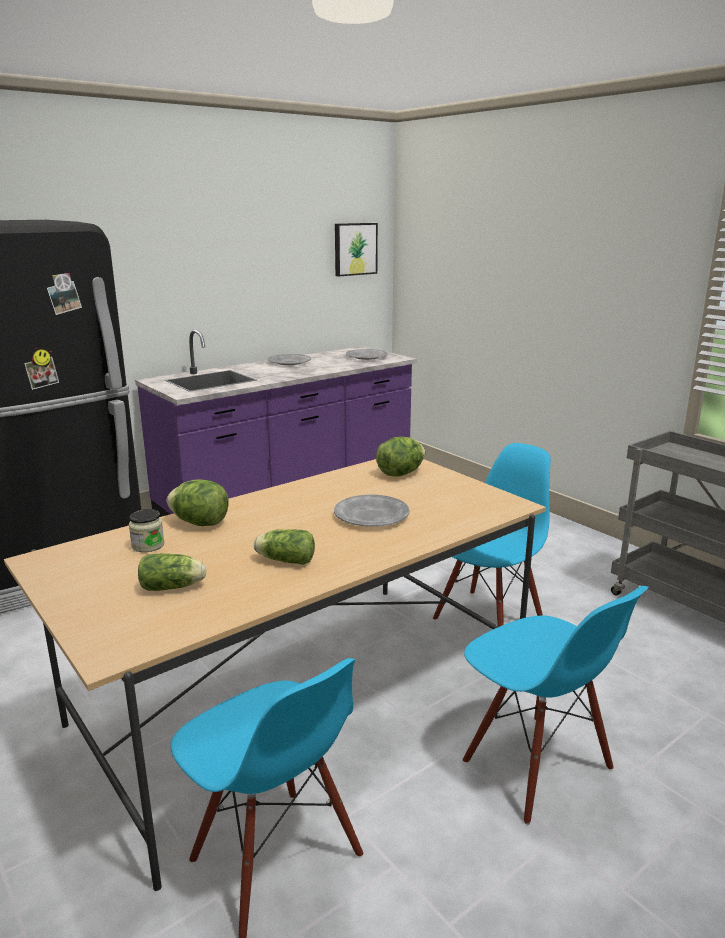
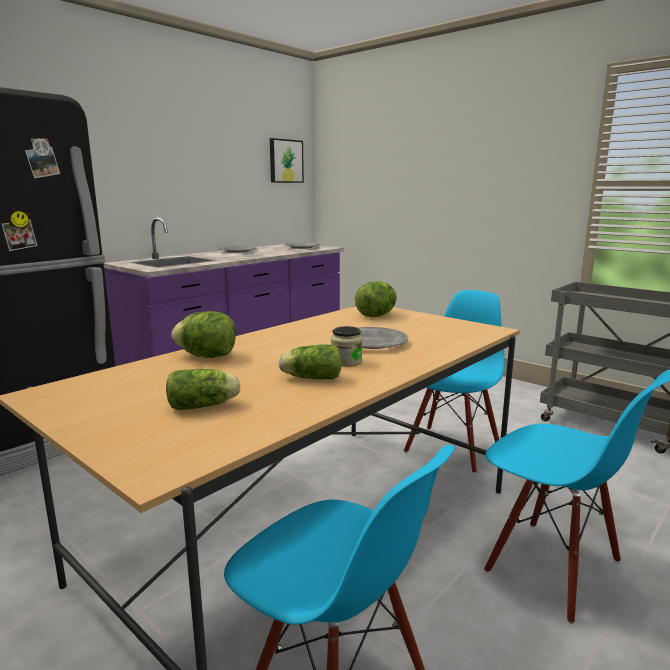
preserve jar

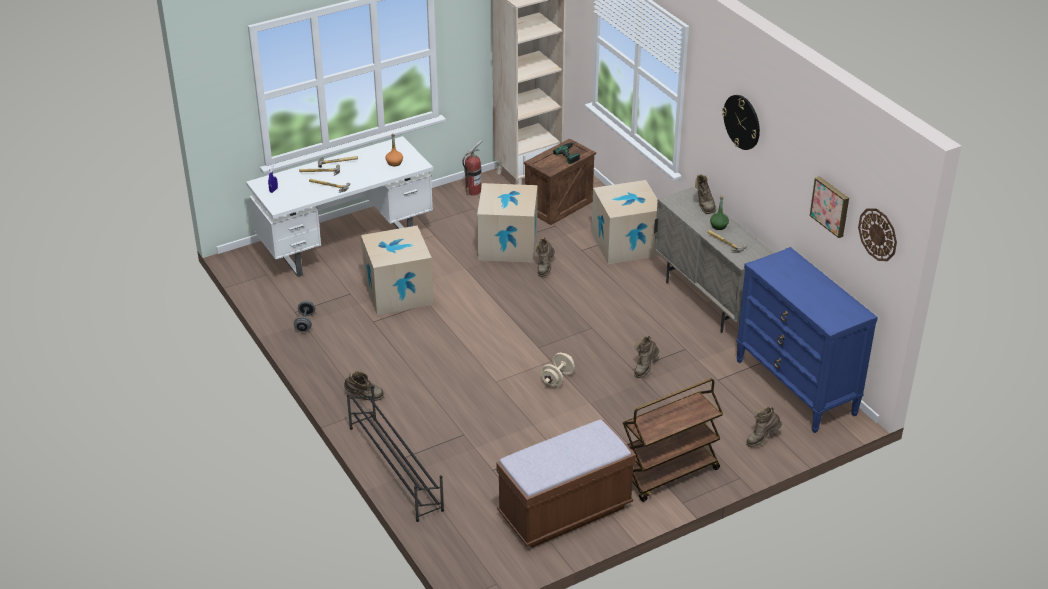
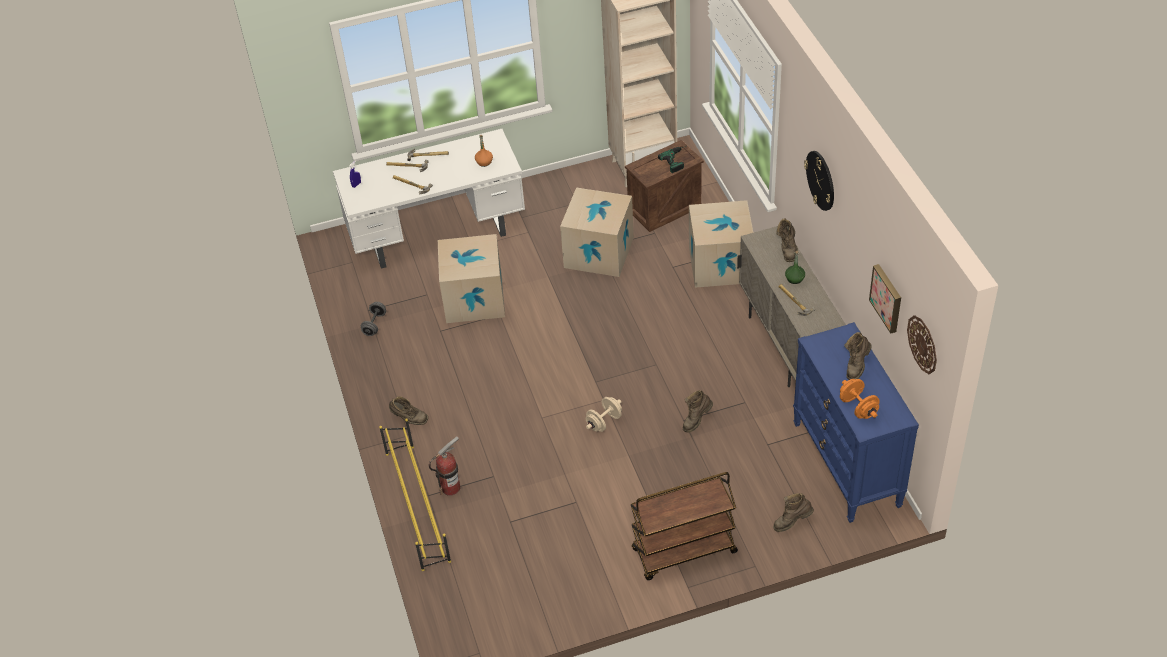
yellow-coloured shoe stand; fire-fighting cylinder; orange-coloured free weight; brown-coloured boot (no. 5 from left); brown-coloured long seat

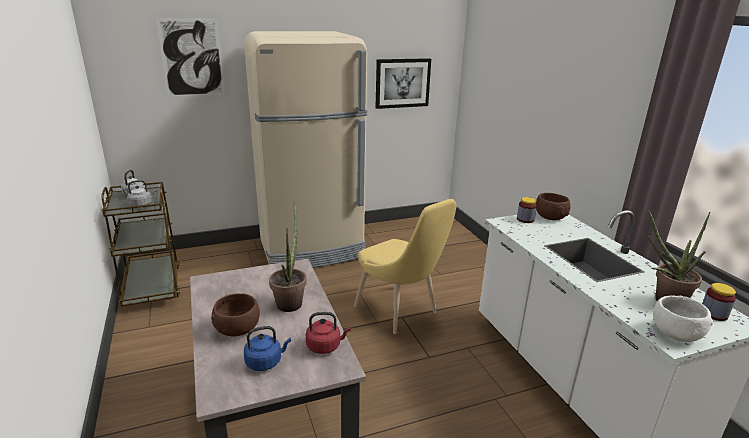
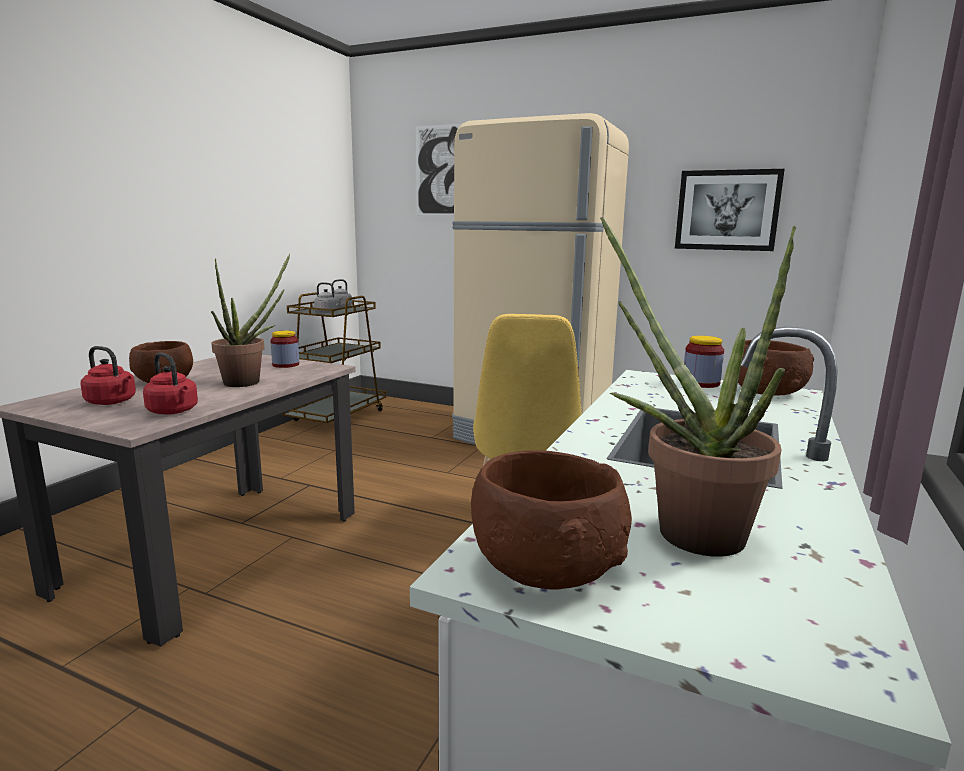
red-coloured tea kettle (no. 1 from left); preserve jar (no. 1 from left); brown-coloured bowl (no. 2 from left)

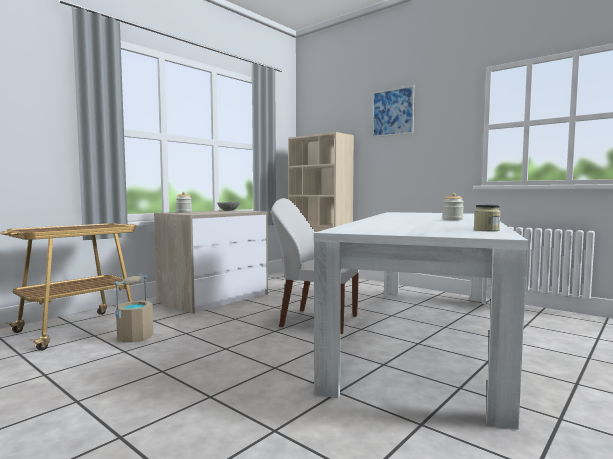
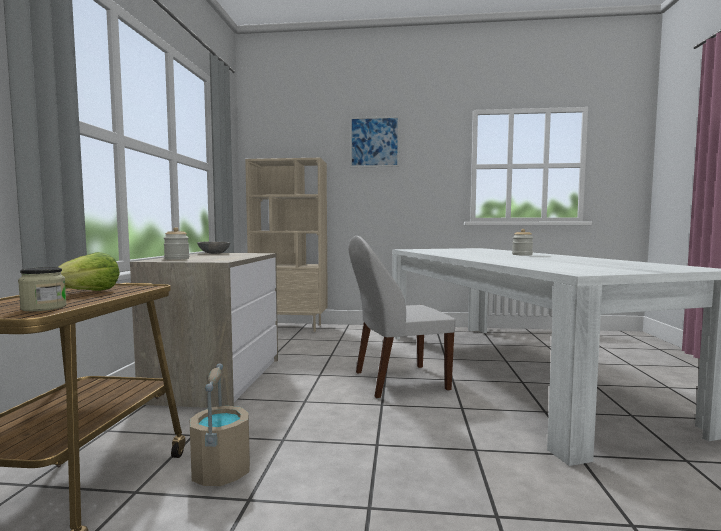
preserve jar (no. 1 from left); lettuce head

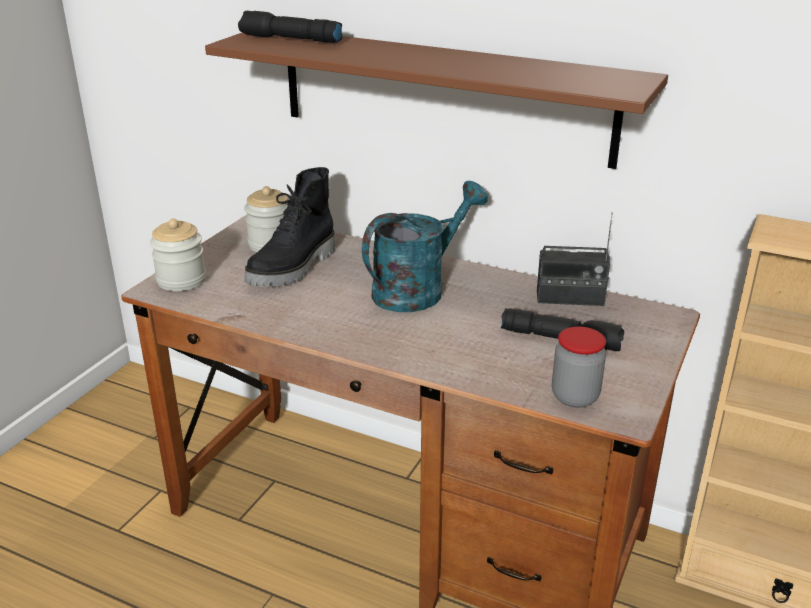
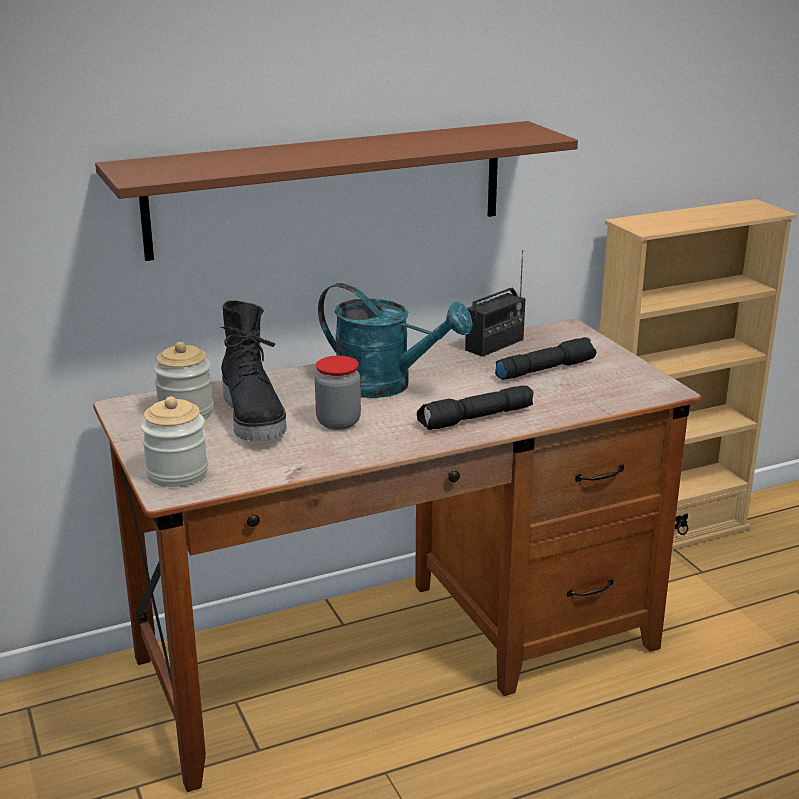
preserve jar (no. 3 from left); turquoise watering can; black hand torch (no. 1 from left)

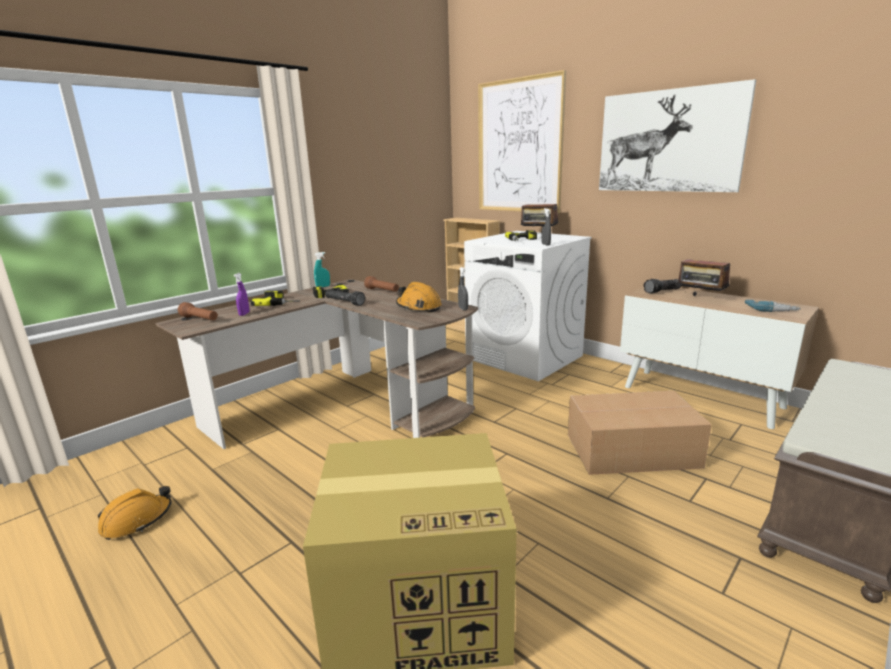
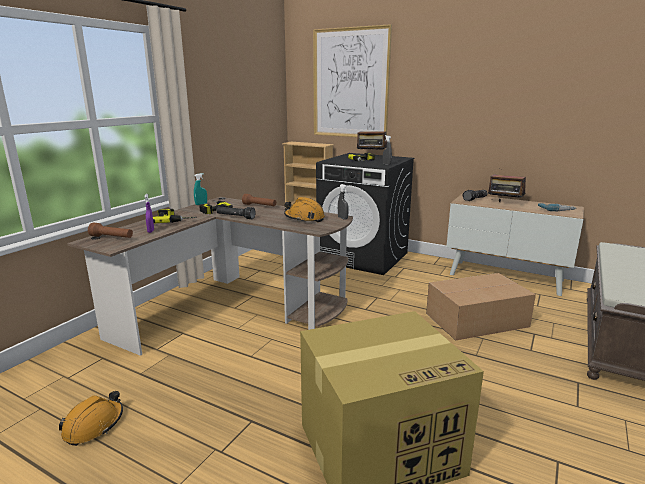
black laundry appliance; picture (no. 2 from left in the first image)

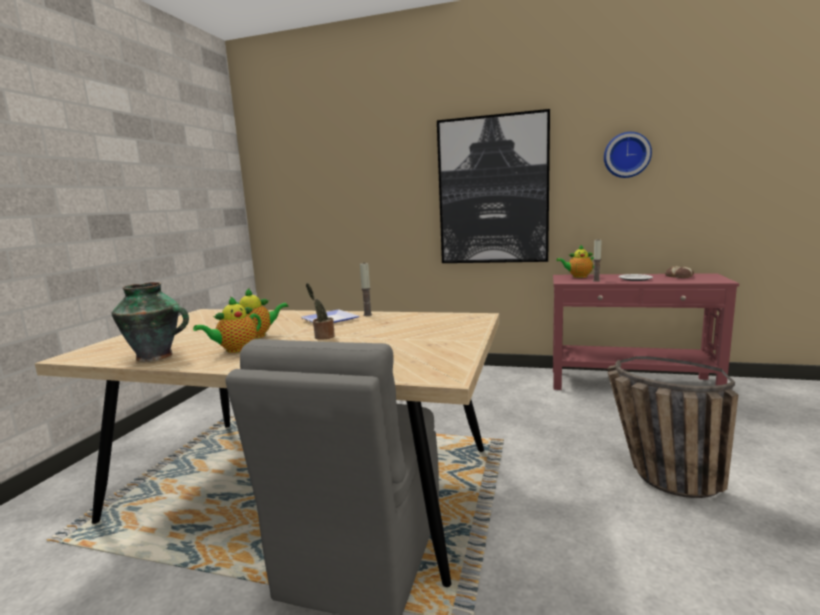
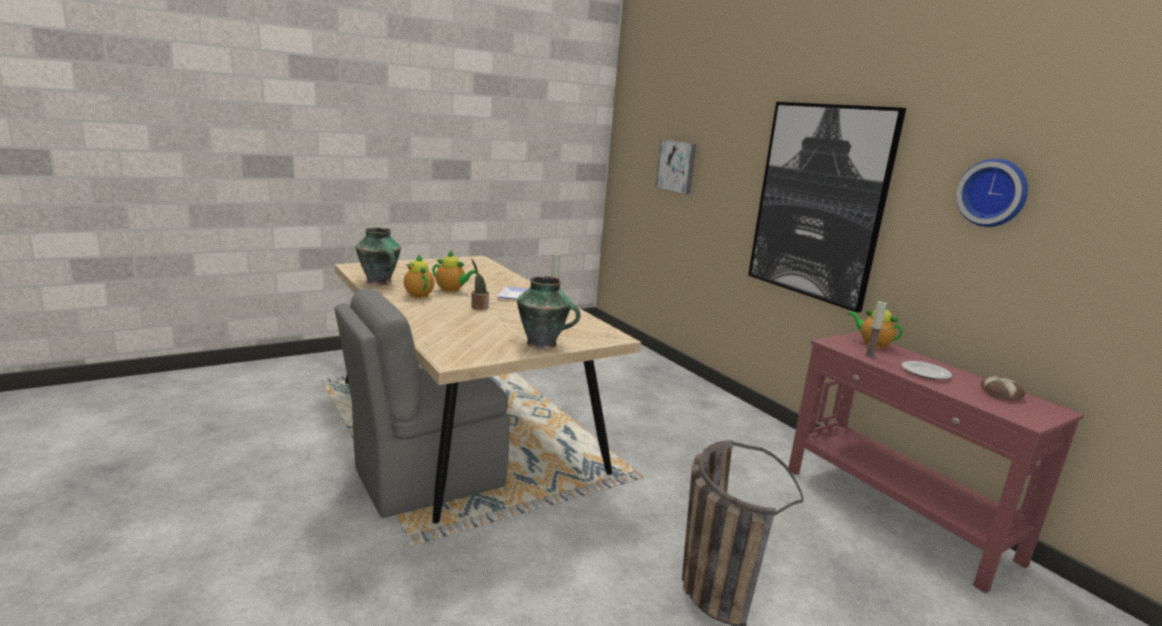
tea pot (no. 1 from left); flower vase (no. 2 from left); picture (no. 1 from left)

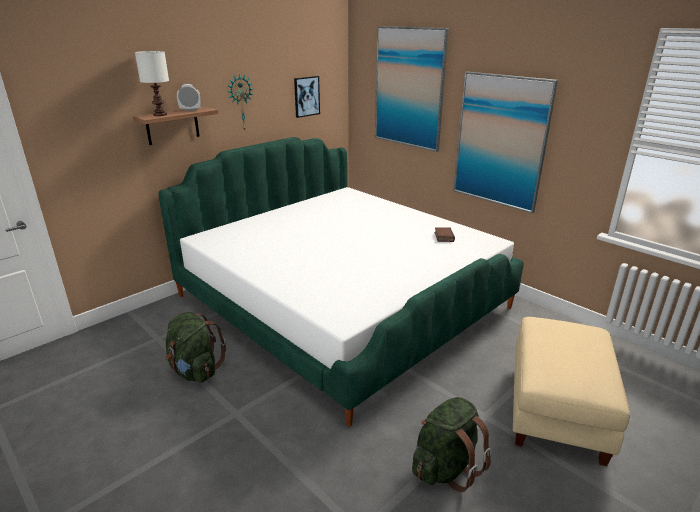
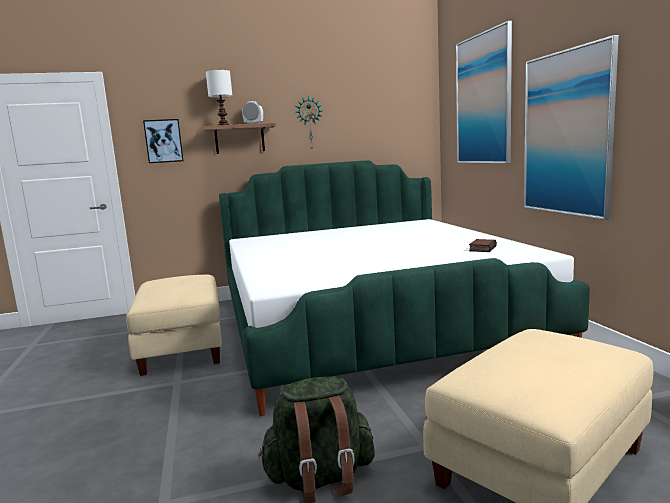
beige ottoman (no. 1 from left); picture (no. 1 from left)

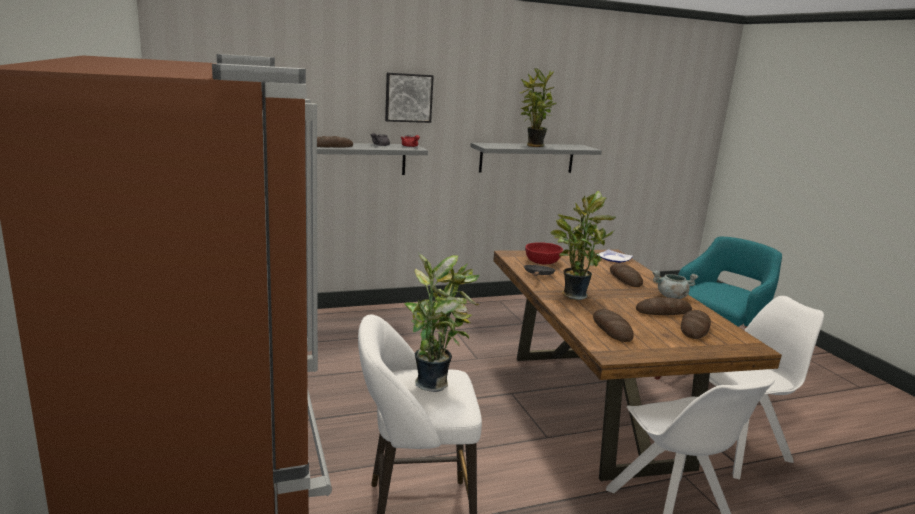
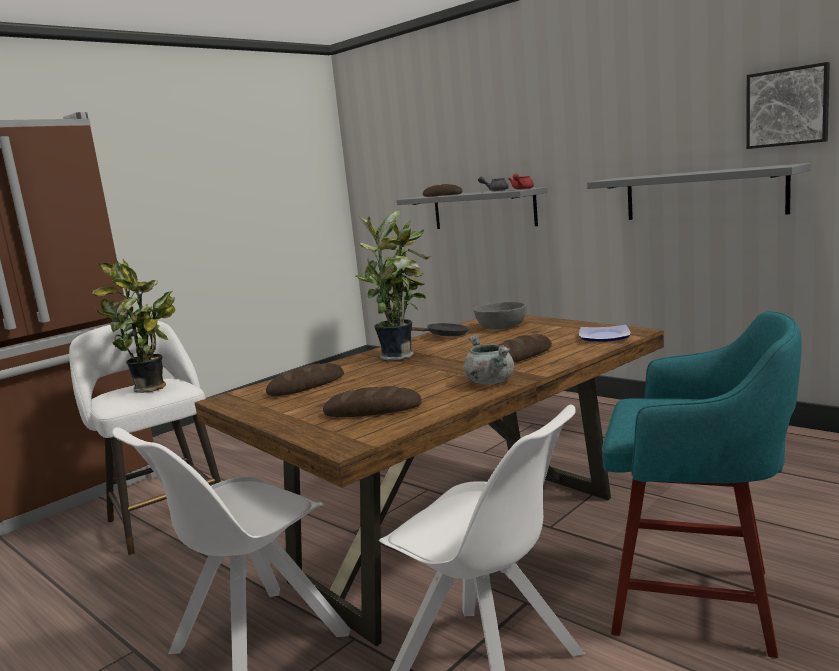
grey bowl; picture; potted plant (no. 2 from left in the first image); bread (no. 4 from left in the first image)

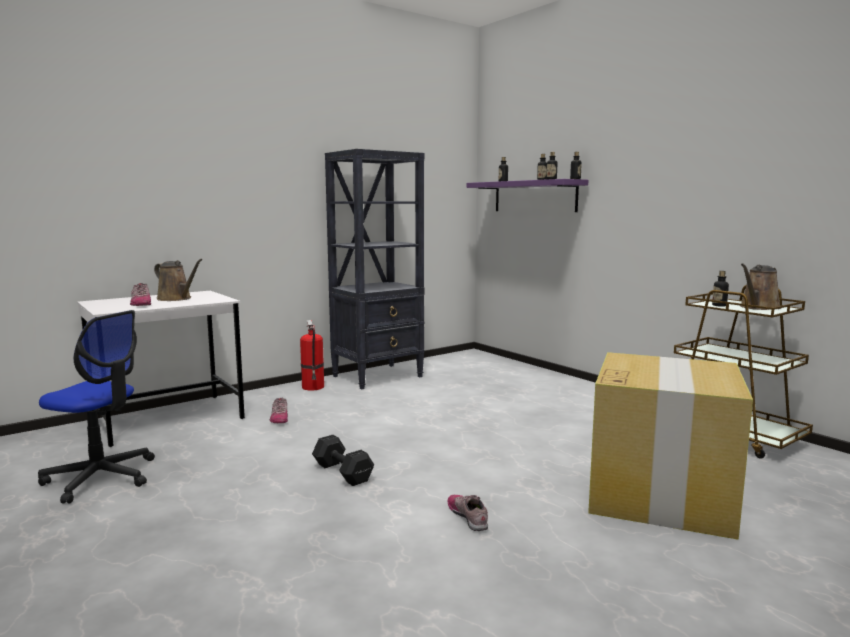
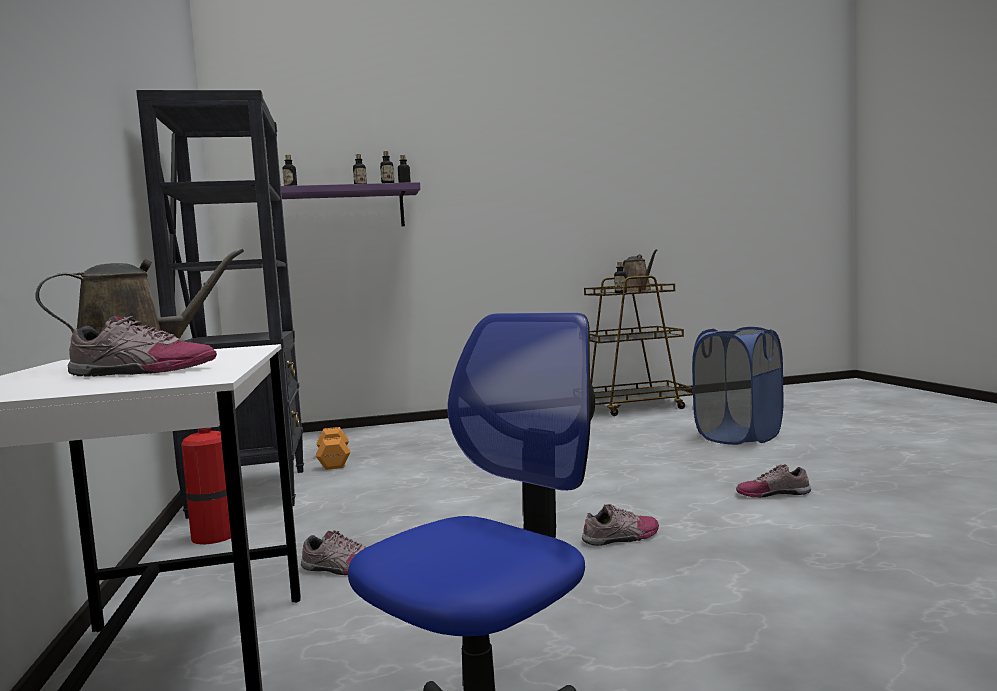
orange-coloured free weight; item of footwear (no. 3 from left); blue-coloured laundry basket

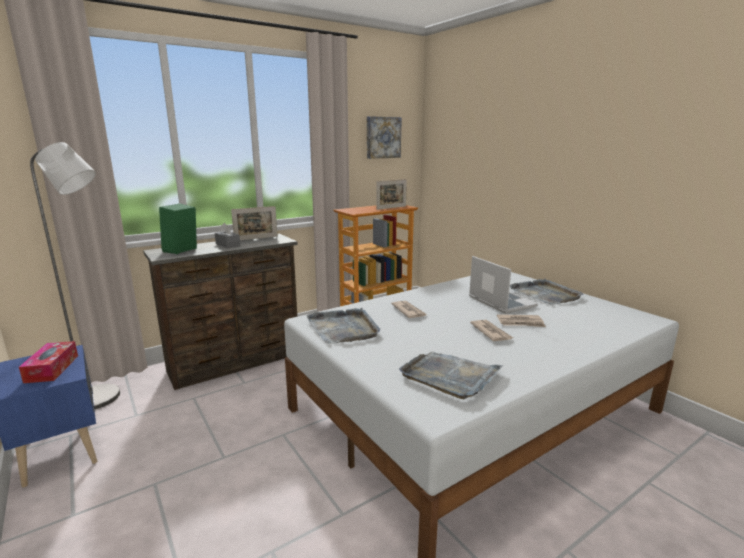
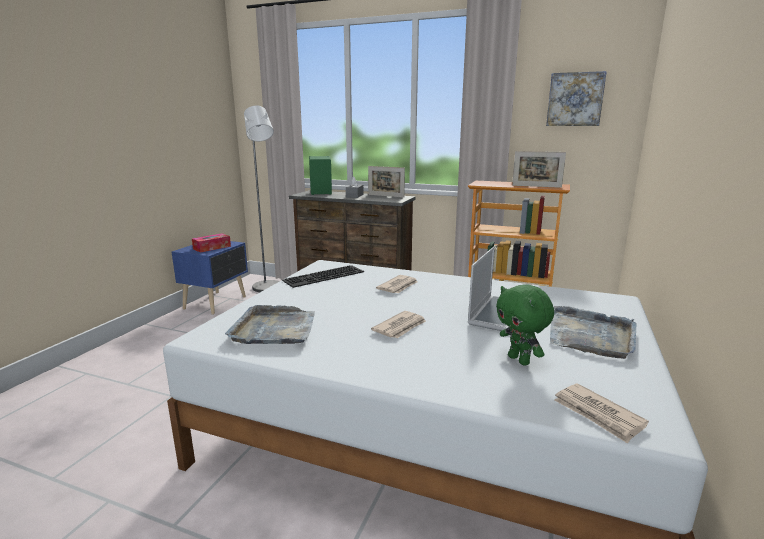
PC keyboard; greenish soft toy; printed paper (no. 3 from left)

